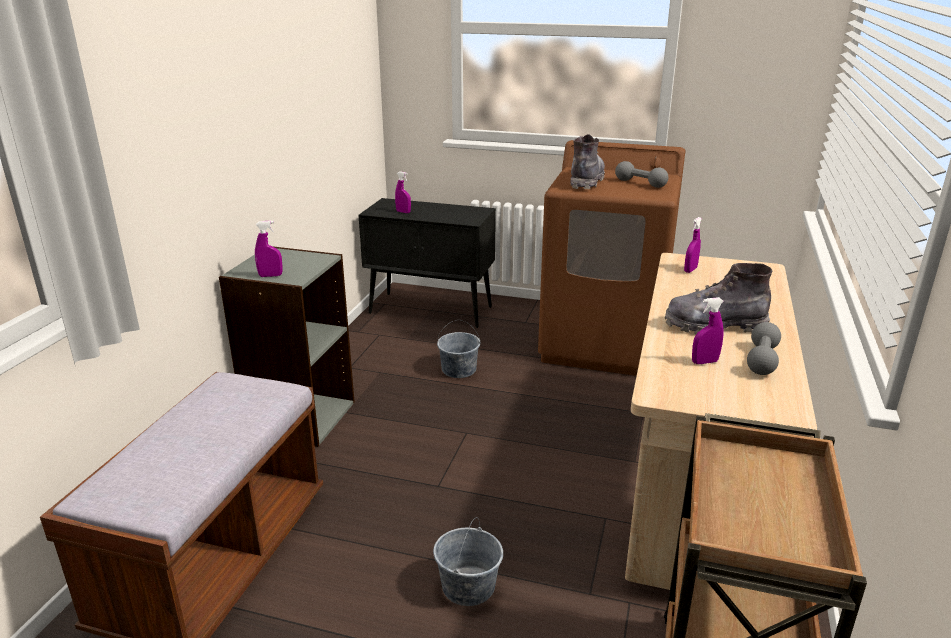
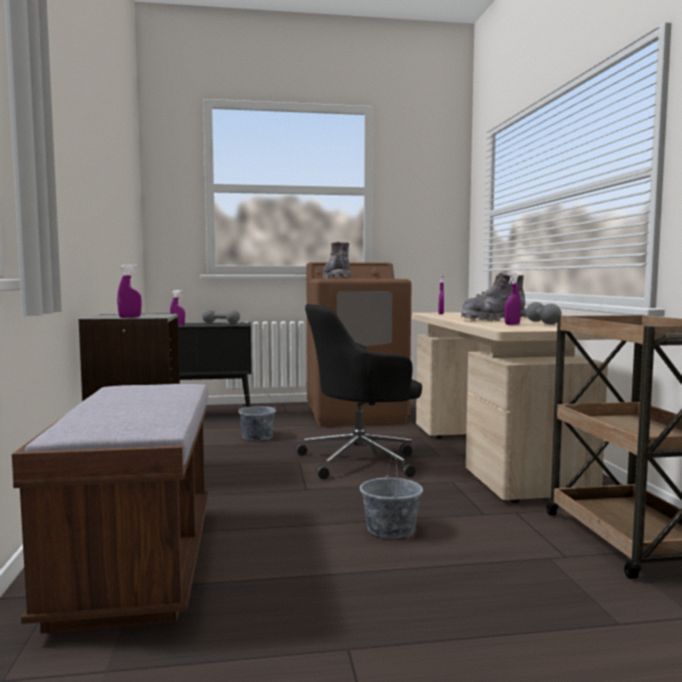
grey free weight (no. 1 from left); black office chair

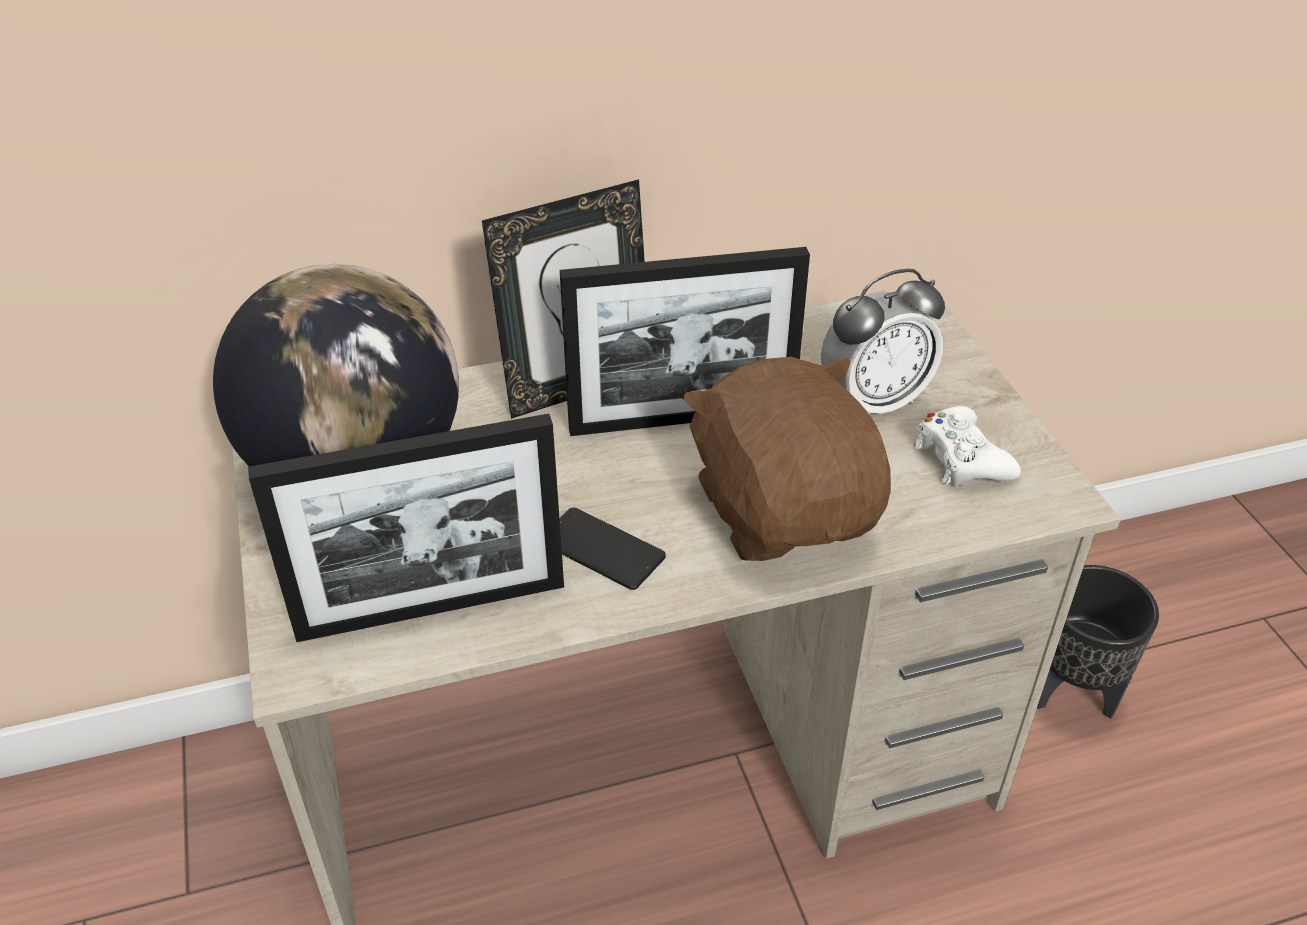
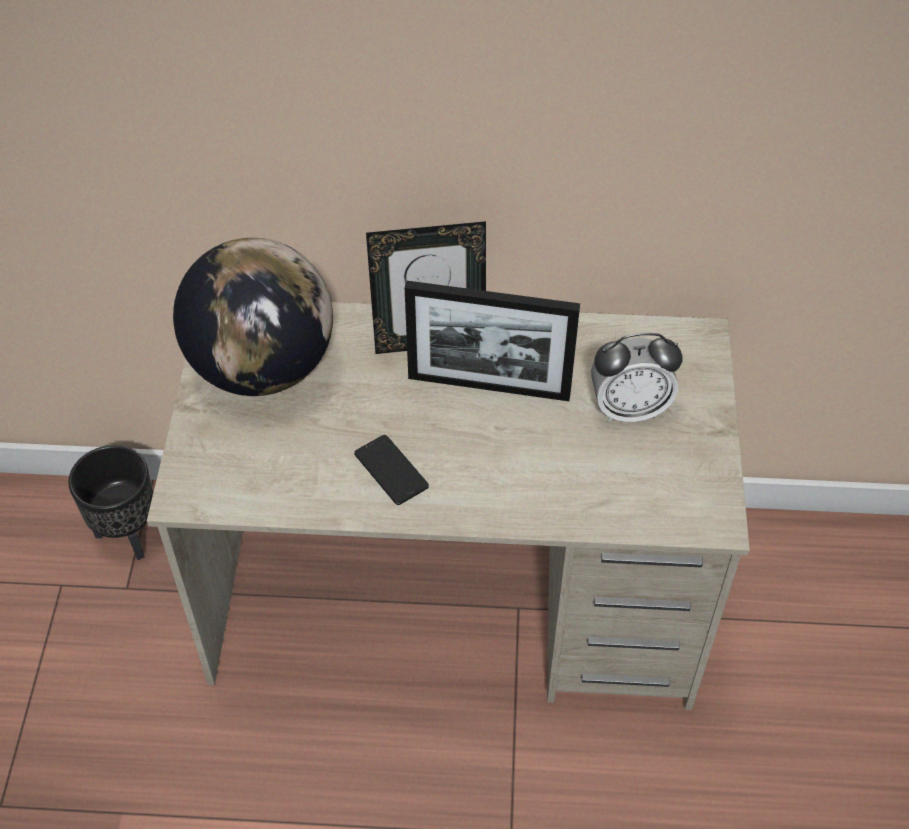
black flower pot; picture frame (no. 1 from left in the first image); brown-coloured soft toy; whitish game controller

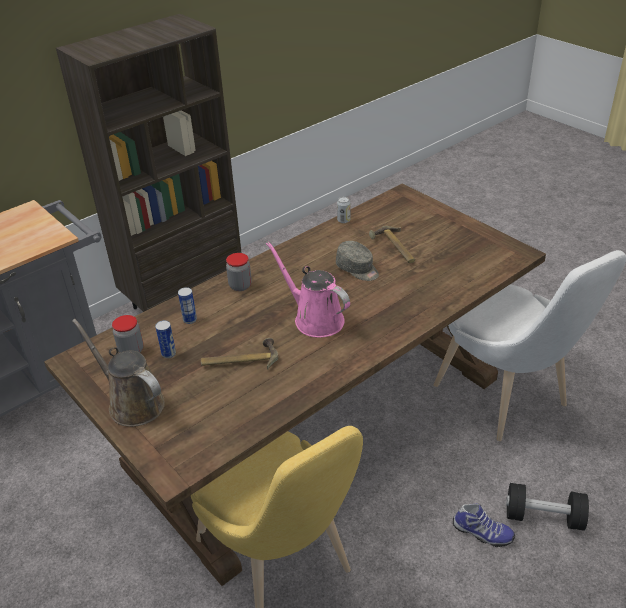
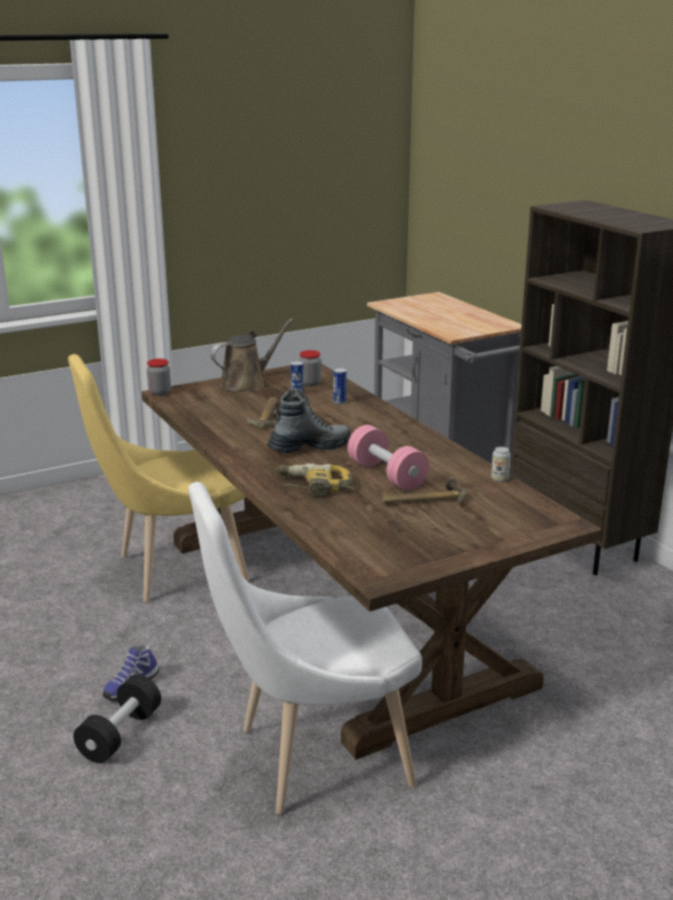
preserve jar (no. 1 from left); boot; power drill; pinkish free weight

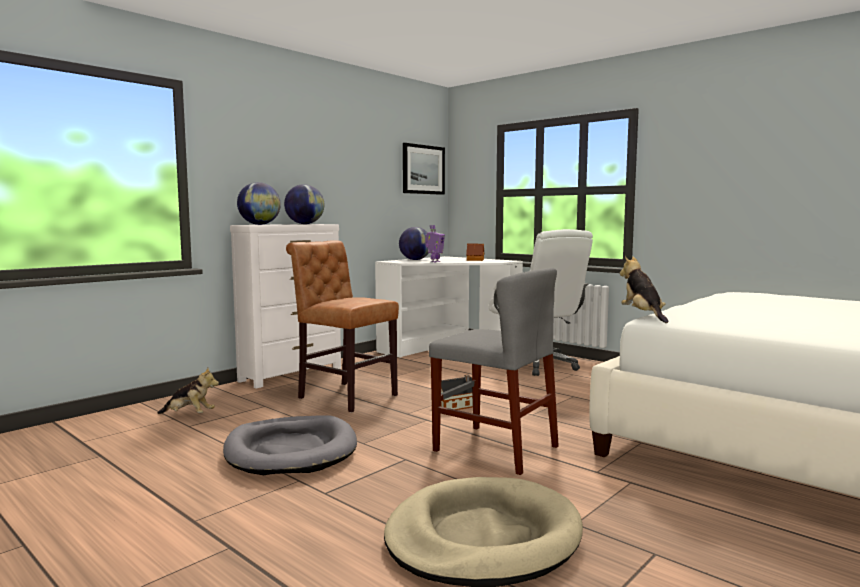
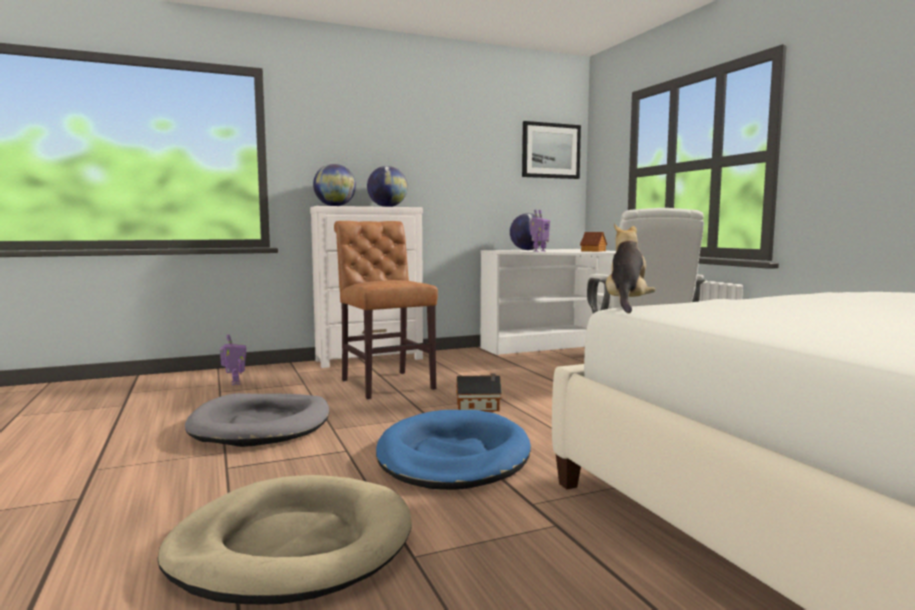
robot figure (no. 1 from left); blue-coloured dog cushion

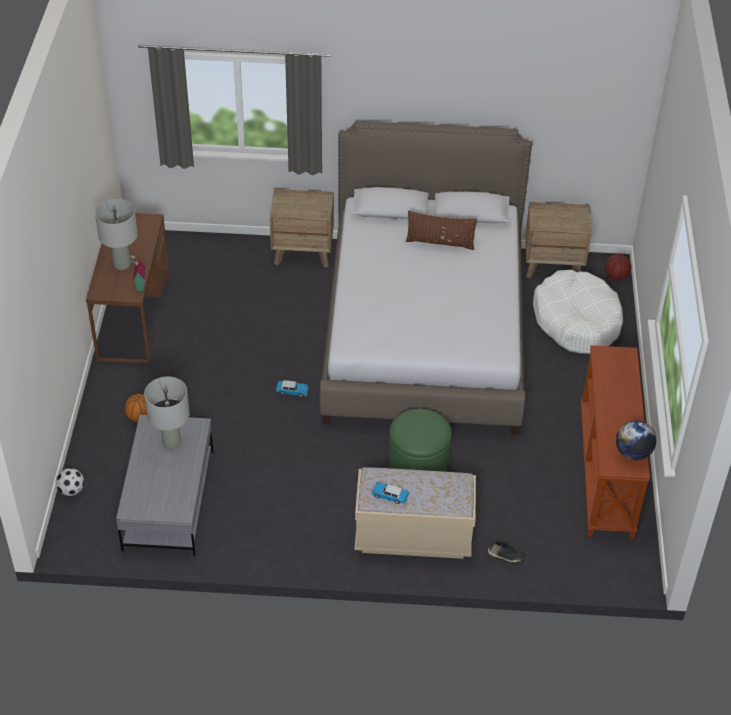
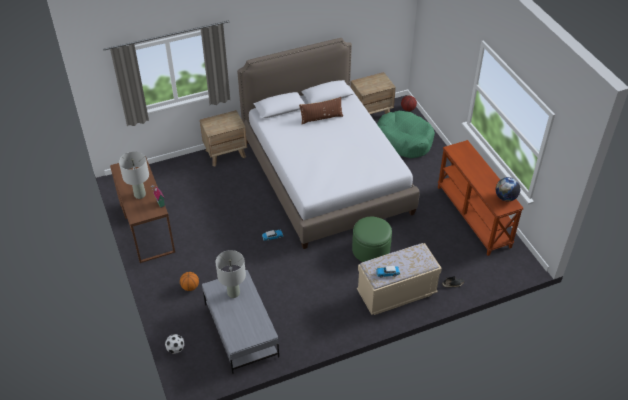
greenish dog cushion

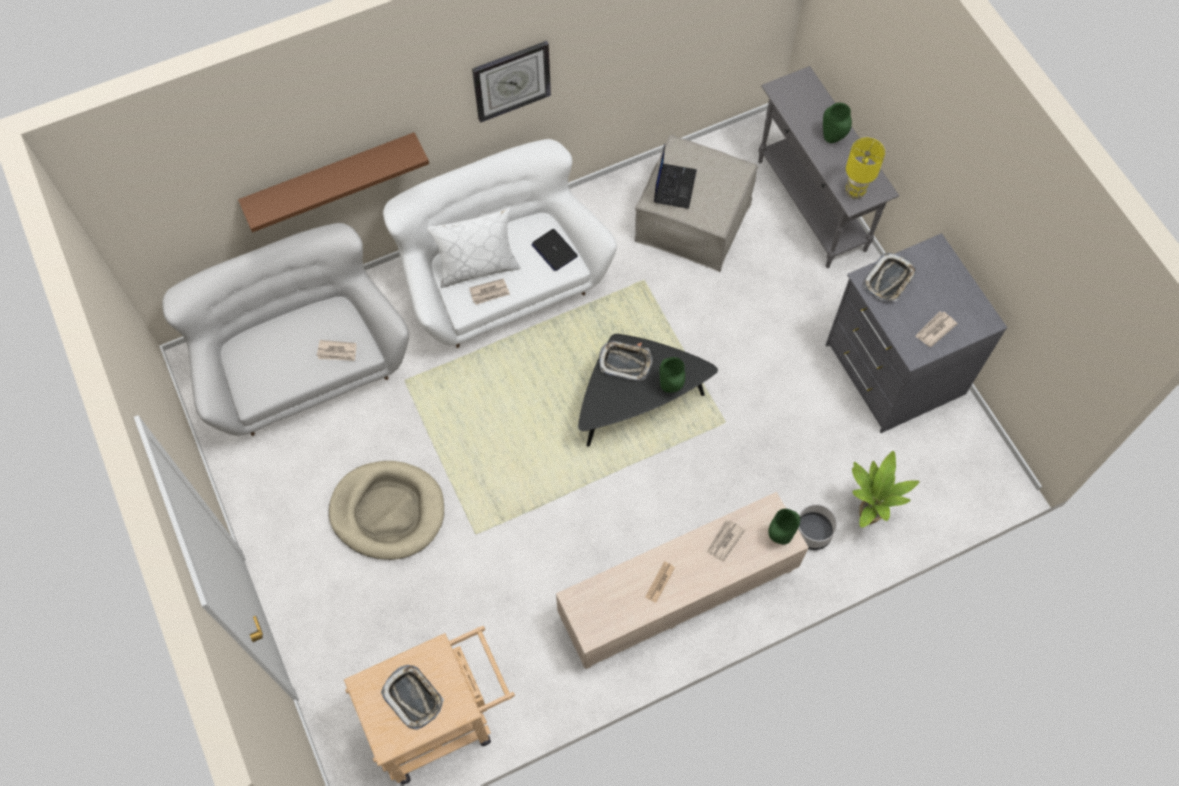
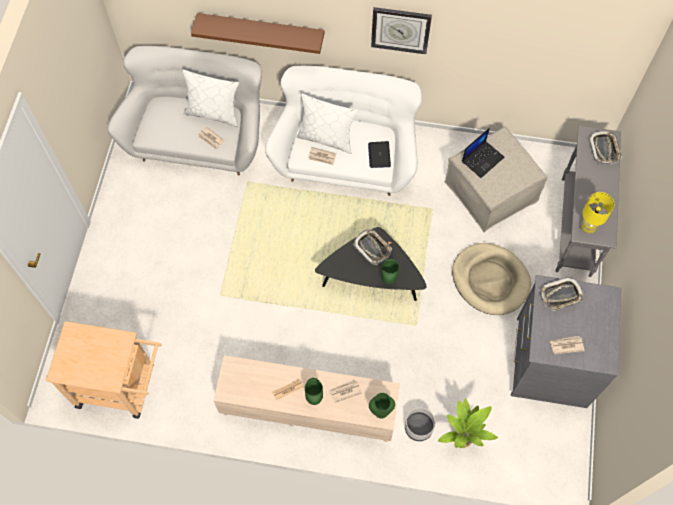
whitish cushion (no. 1 from left); greenish flower vase (no. 1 from left); beige dog cushion; serving tray (no. 3 from left)

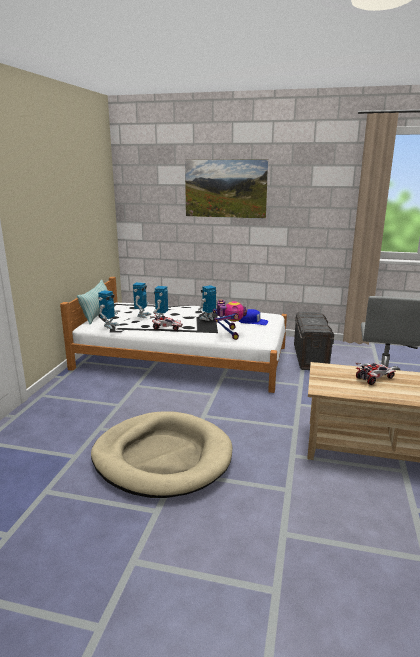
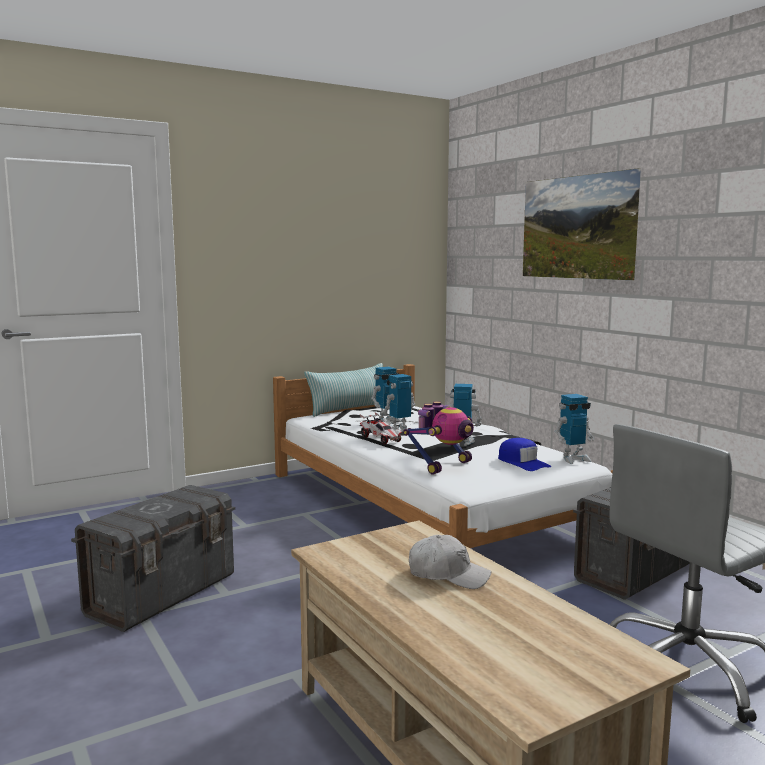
grey storage box (no. 1 from left); whitish peaked cap; robot figure (no. 5 from left)

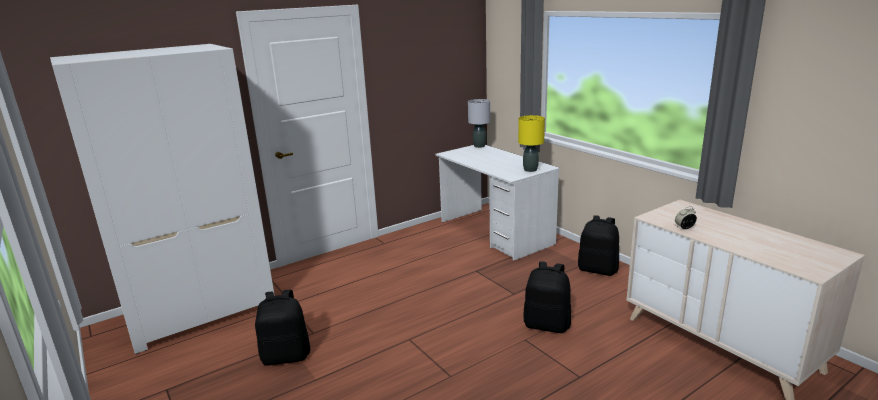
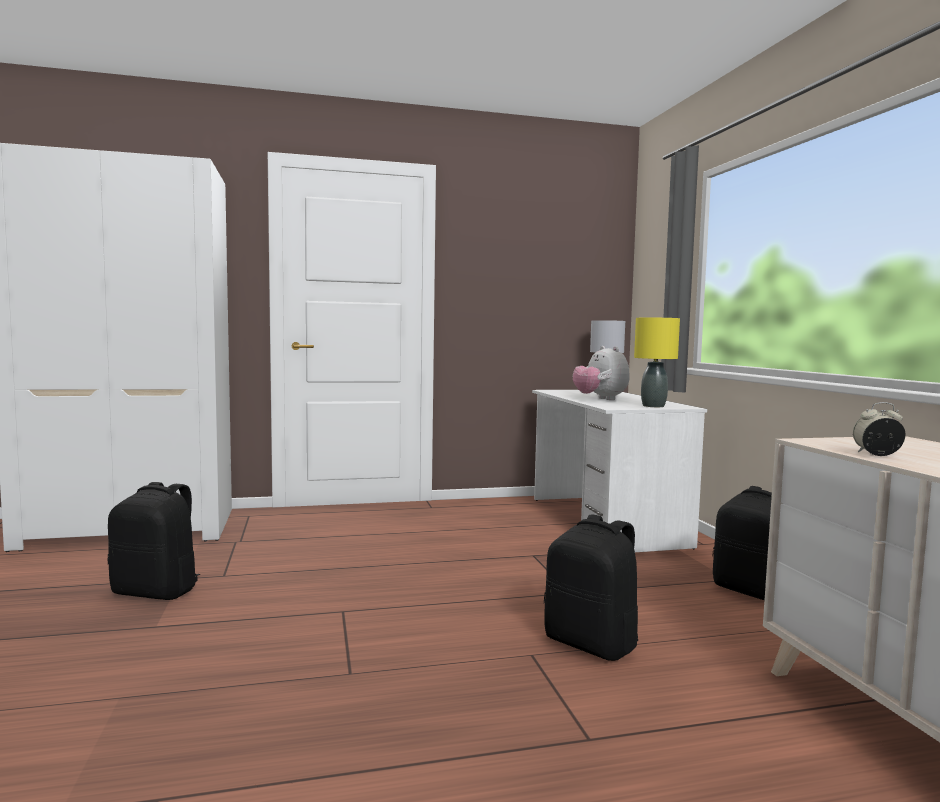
soft toy

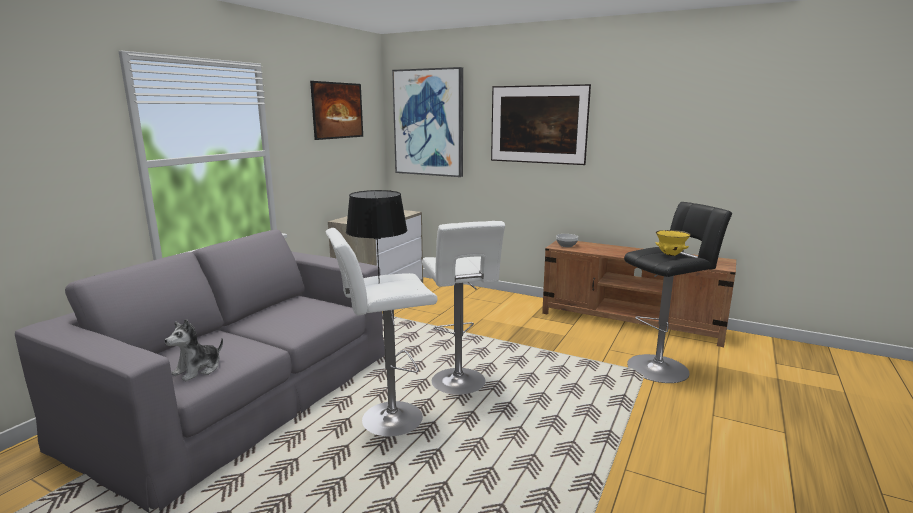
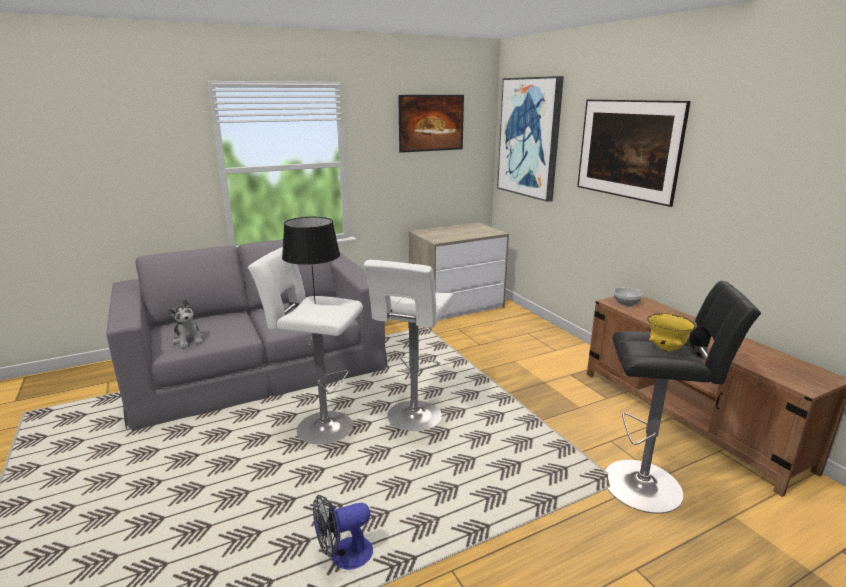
soft toy; fan

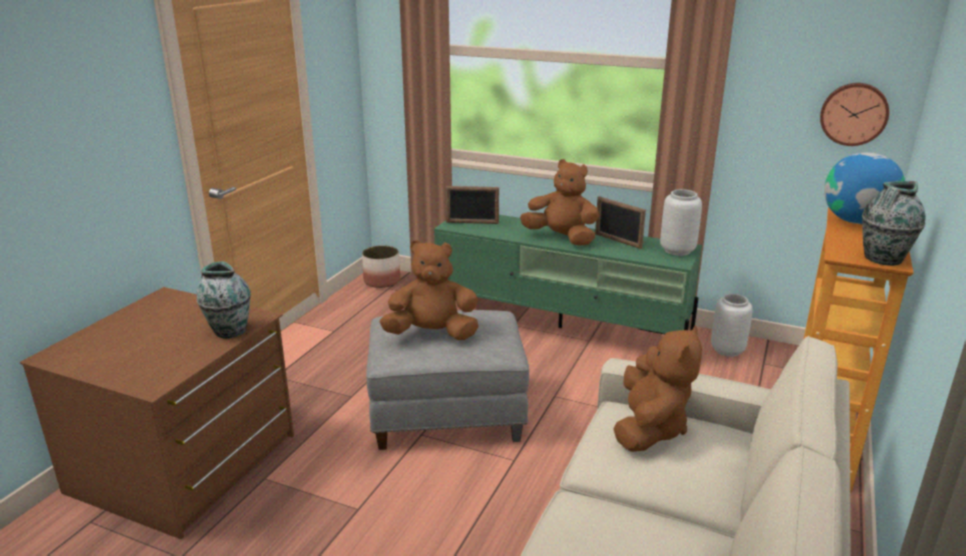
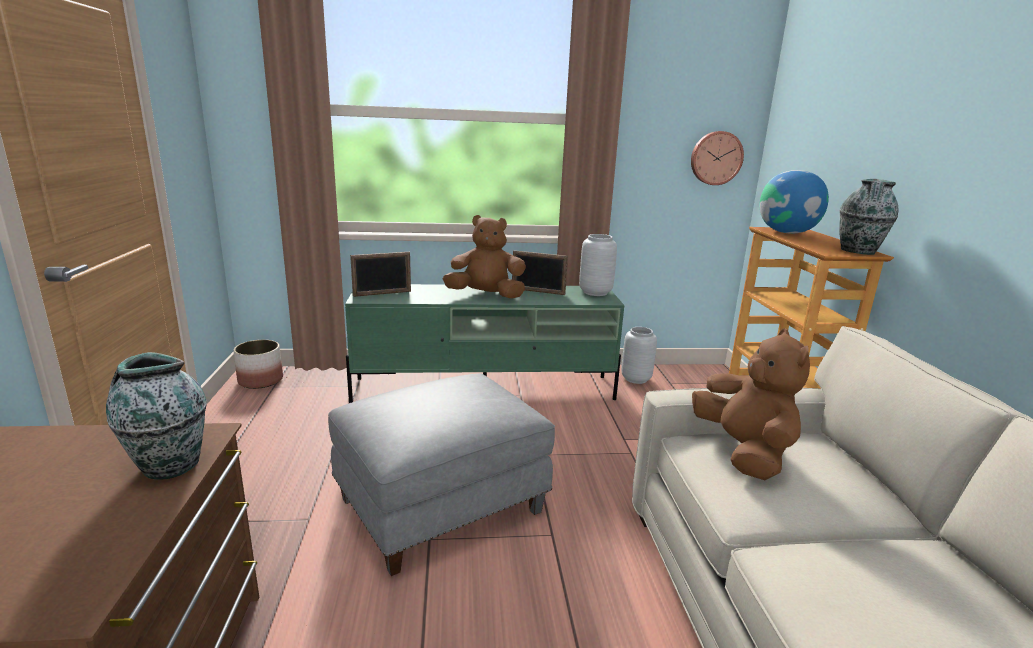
brown-coloured soft toy (no. 1 from left in the first image)

